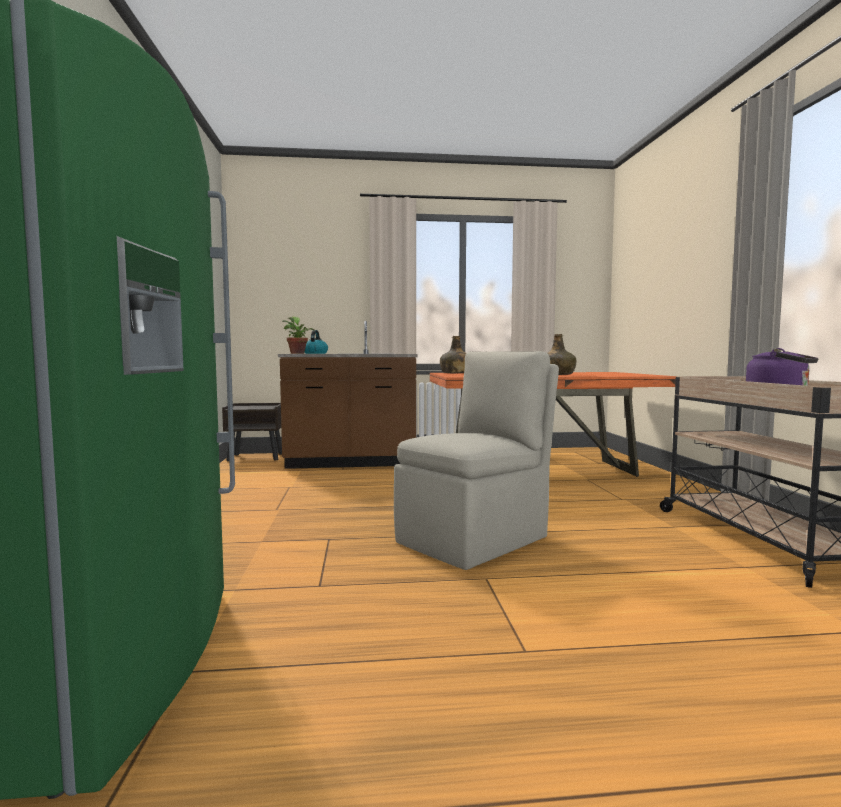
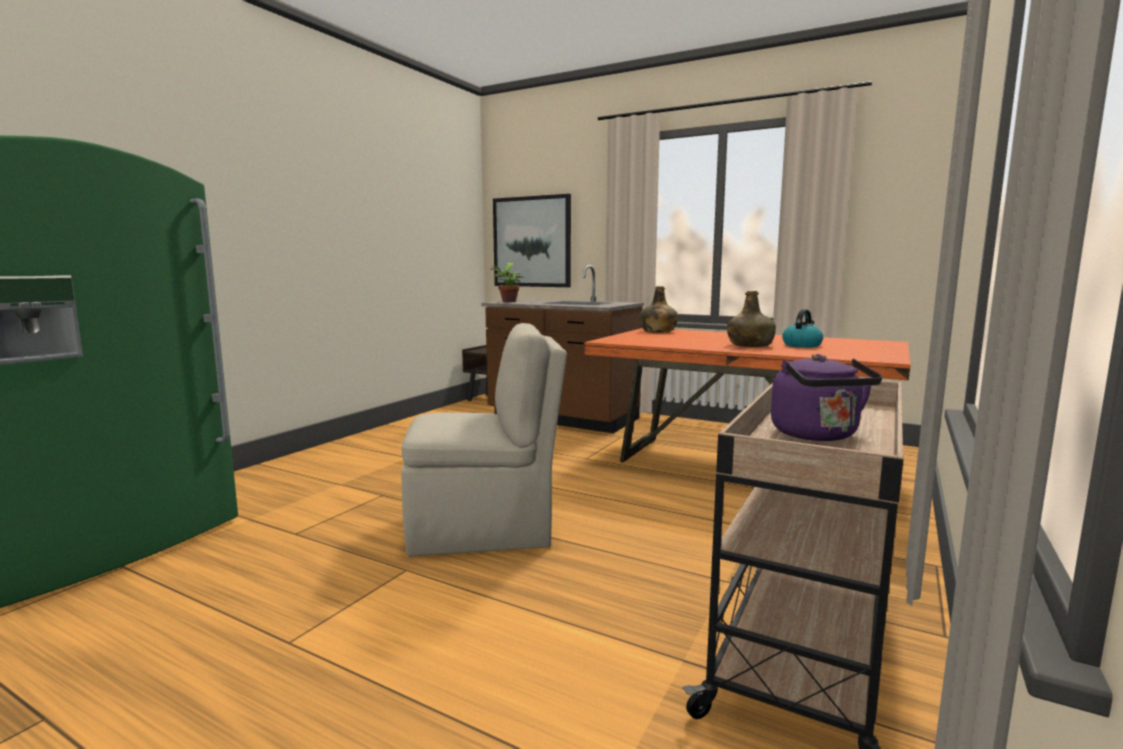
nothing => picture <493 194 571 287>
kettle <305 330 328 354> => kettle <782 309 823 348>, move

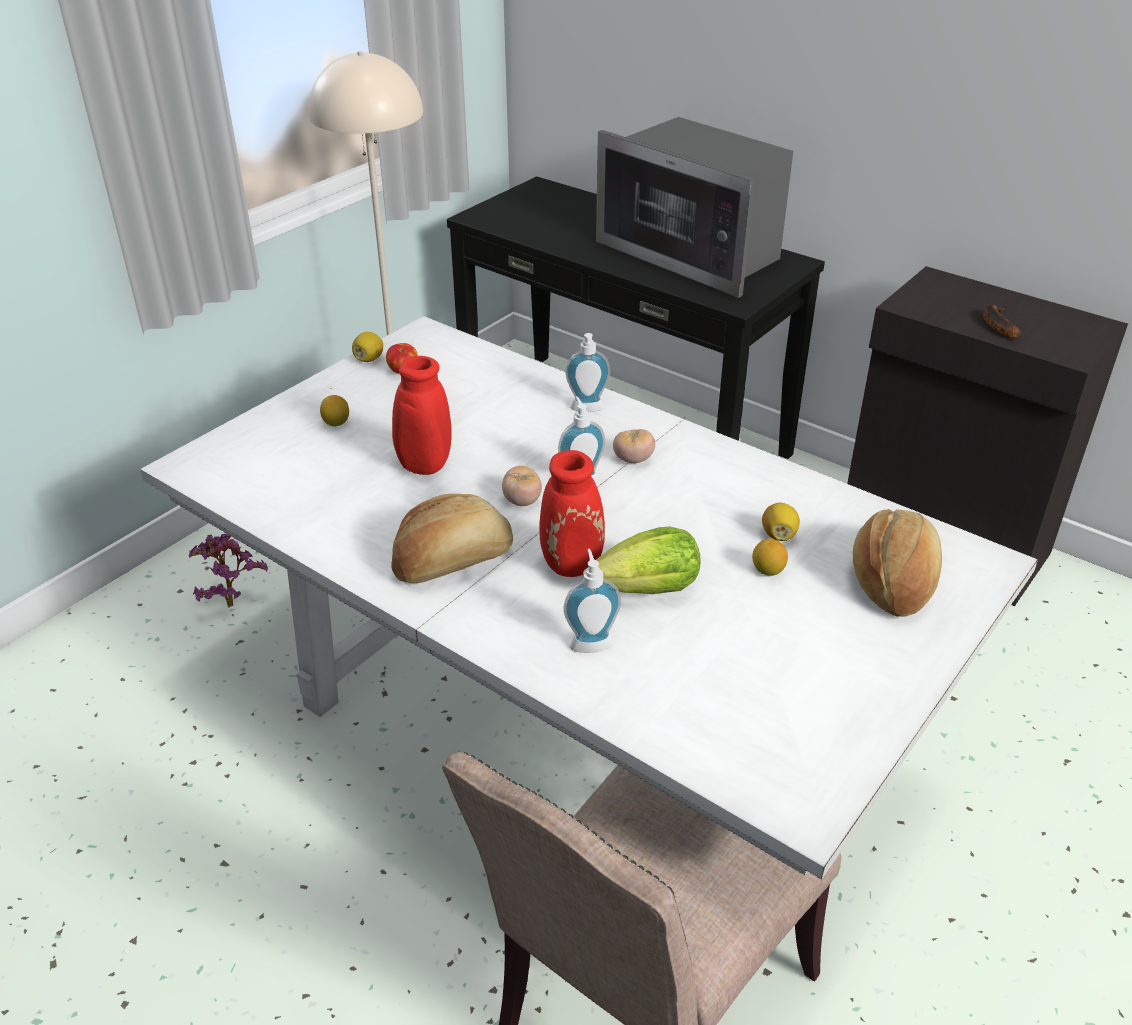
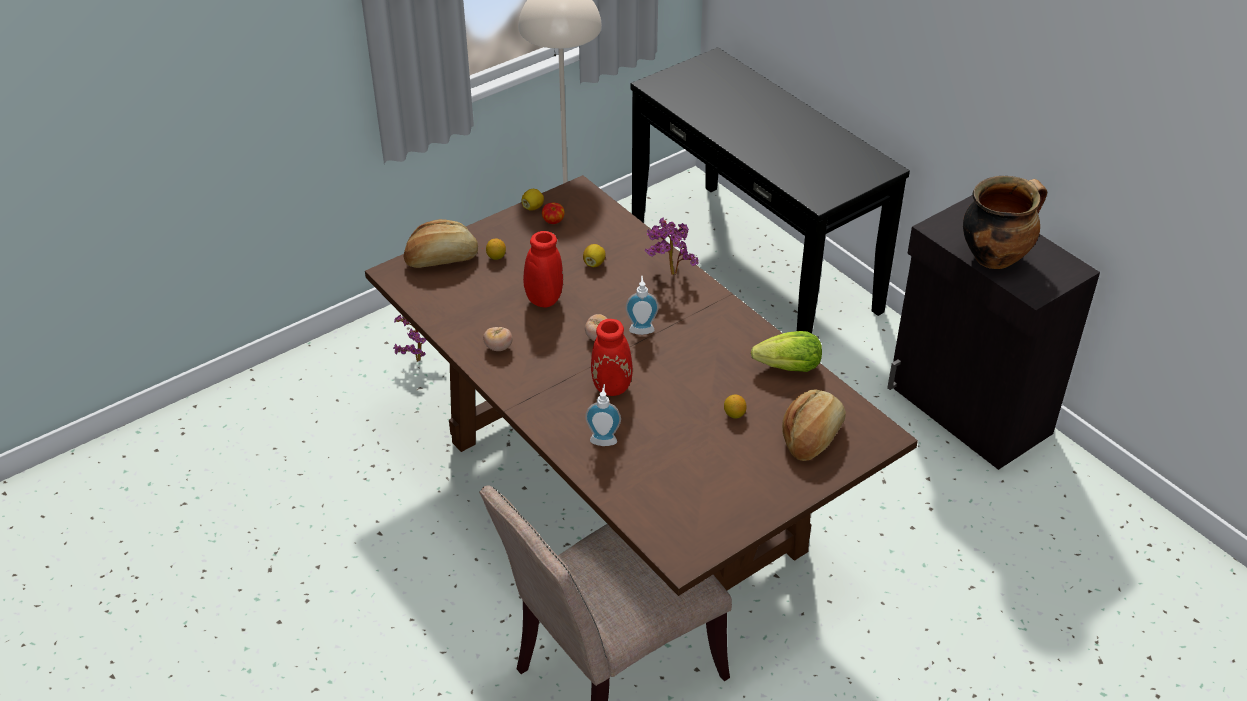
microwave <596 117 793 298> => nothing
bread <391 494 513 583> => bread <404 219 478 268>, move
lettuce <596 527 700 594> => lettuce <751 331 822 372>, move
tomato <613 429 655 463> => tomato <483 327 512 351>, move
lemon <762 502 800 541> => lemon <583 244 606 267>, move
soap dispenser <565 333 610 412> => potted plant <645 217 699 275>
banana <983 305 1023 338> => cooking pot <963 176 1047 269>
white dining table <140 316 1038 880> => brown dining table <365 175 918 596>

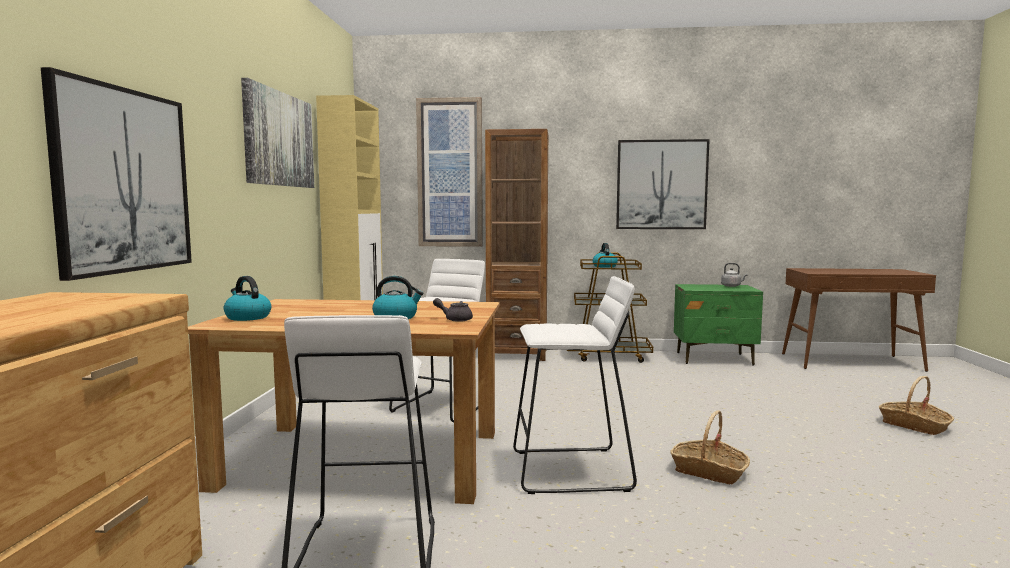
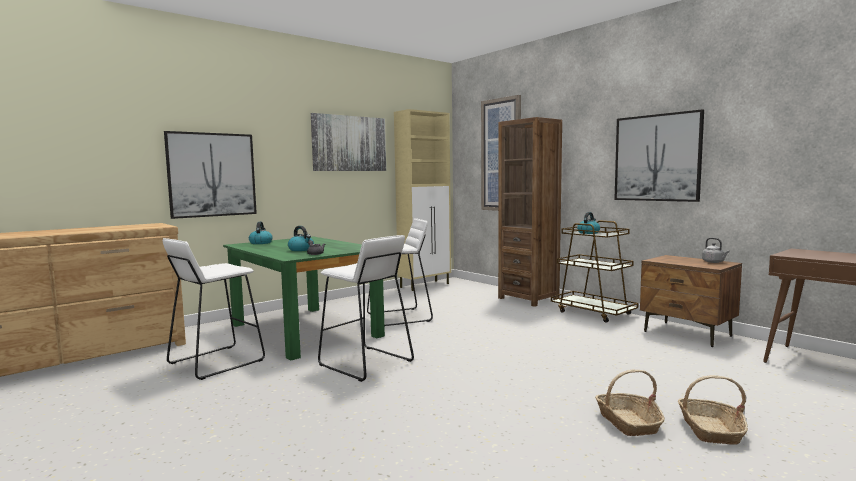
basket <670 410 750 484> => basket <595 370 665 436>, move
brown dining table <188 299 500 504> => green dining table <223 236 385 361>
green nightstand <674 284 763 366> => brown nightstand <640 255 742 347>

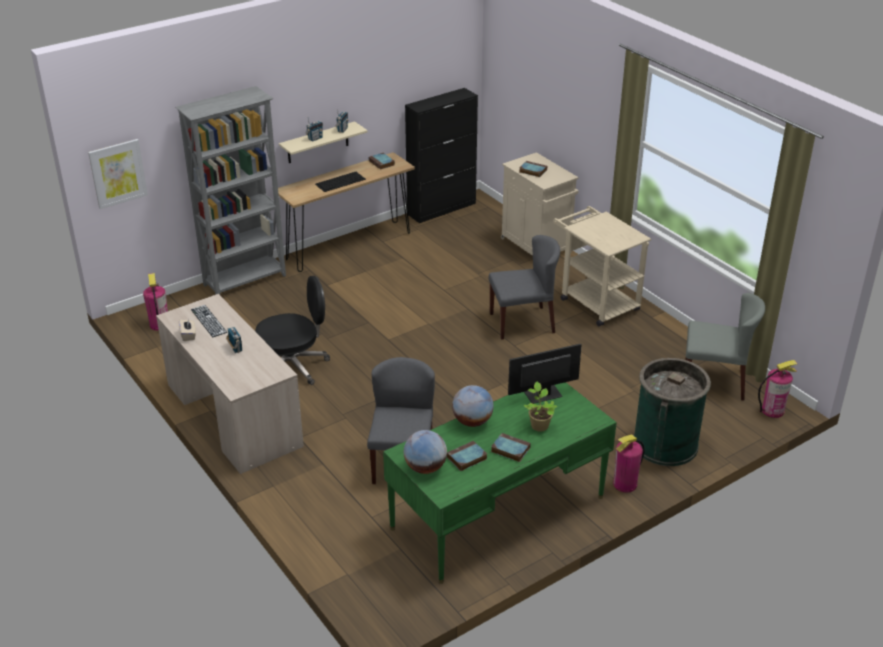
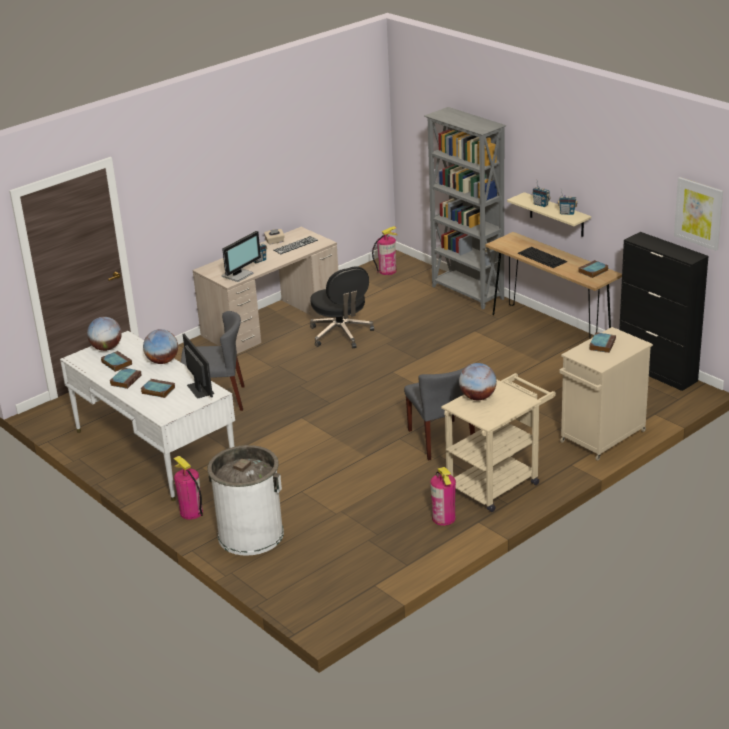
grey chair <685 293 765 400> => nothing
nothing => monitor <221 231 261 282>
nothing => globe <459 363 497 400>
picture <88 139 148 209> => picture <674 177 723 251>, move
fire extinguisher <758 360 797 418> => fire extinguisher <430 467 456 526>, move
potted plant <523 381 557 432> => book <141 379 175 398>
green desk <383 382 617 584> => white desk <60 331 235 501>
green trash can <634 358 711 466> => white trash can <207 445 284 556>

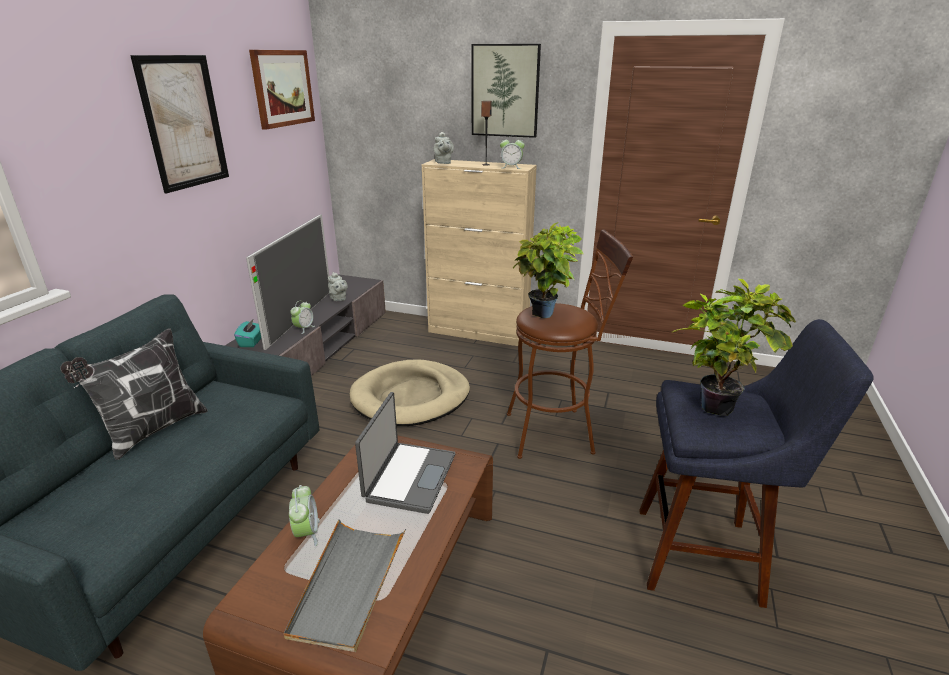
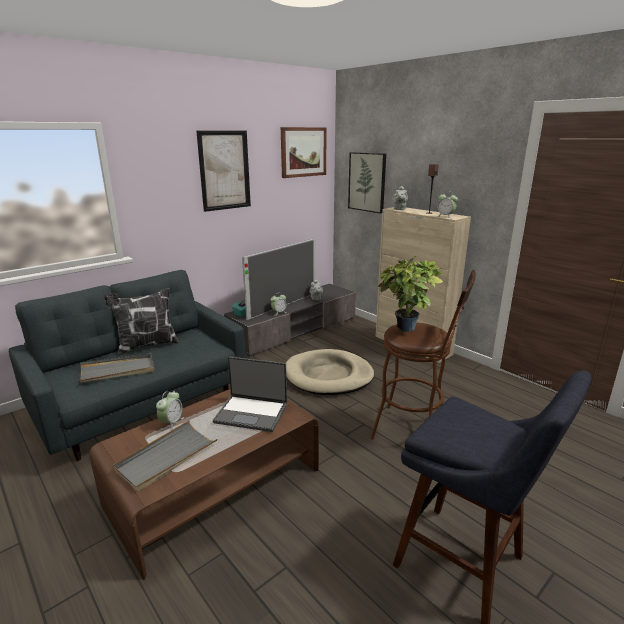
potted plant <672 279 796 416> => nothing
nothing => grey tray <78 353 154 383>
picture <471 44 541 138> => picture <348 152 386 213>, move
laptop <355 392 455 514> => laptop <213 357 287 432>, 60 degrees clockwise

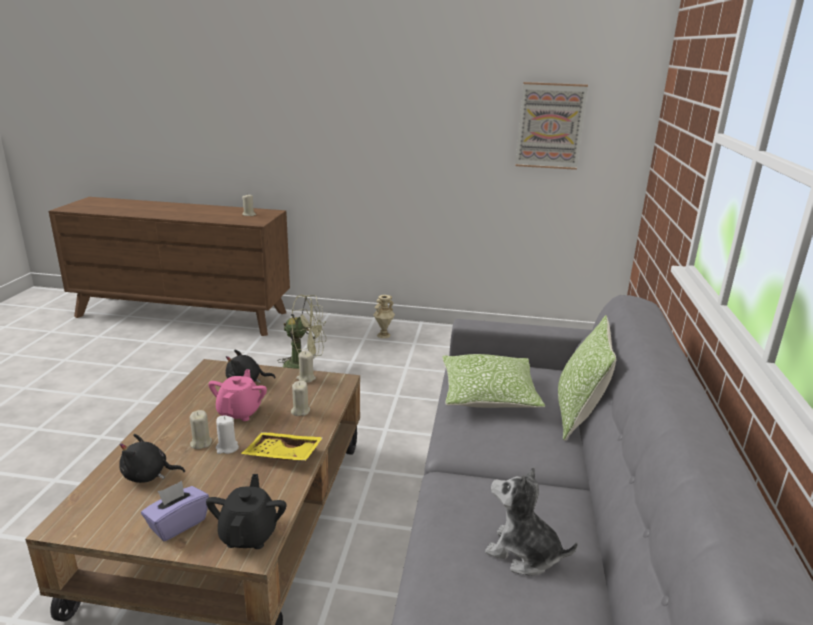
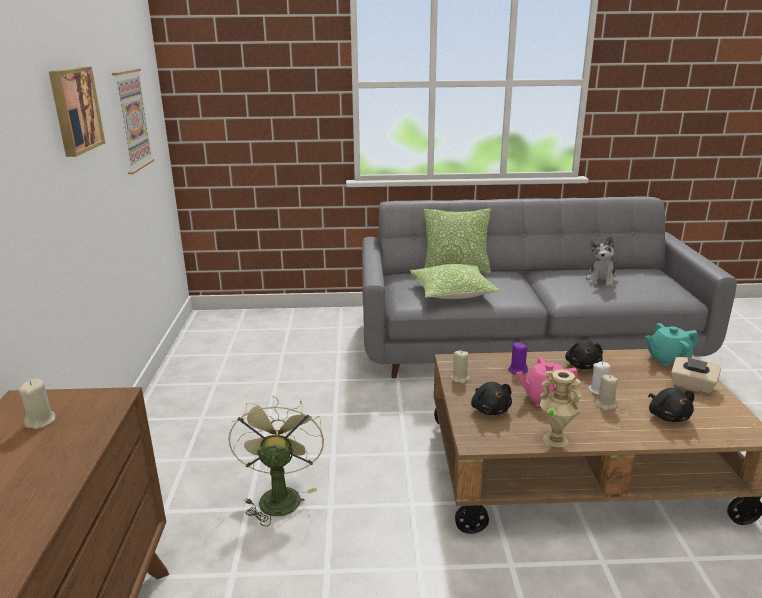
nothing => picture <49 67 105 157>
beige vase <374 295 395 338> => beige vase <540 369 583 447>, move
yellow tray <241 432 323 461> => black plush toy <565 340 603 369>
purple tissue box <141 481 209 541> => beige tissue box <671 357 721 394>
black teapot <206 474 286 549> => turquoise teapot <646 323 698 366>
beige candle <291 381 310 416> => purple candle <508 342 528 374>

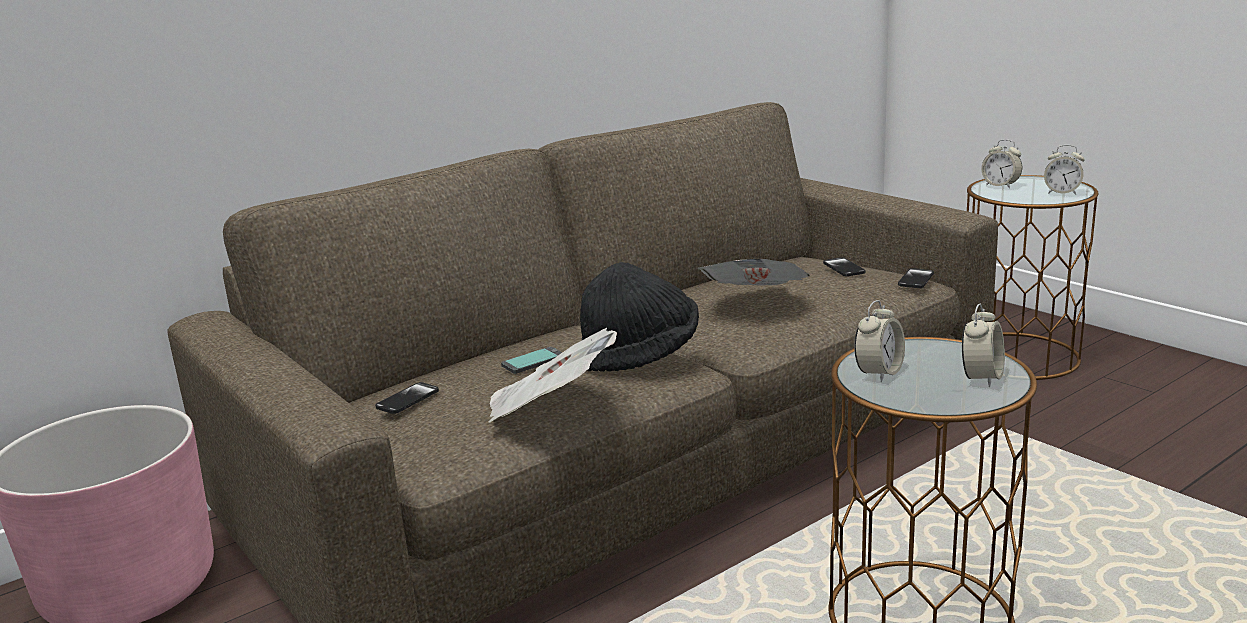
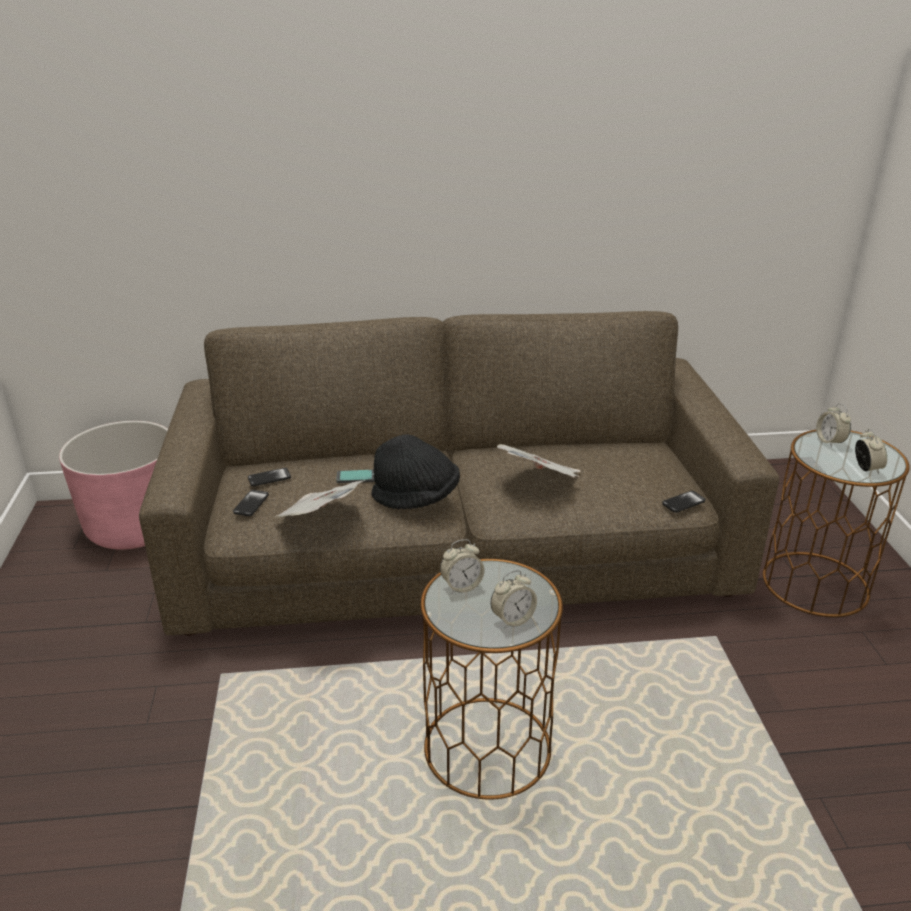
phone <823 257 865 276> => phone <233 490 269 516>, move
alarm clock <1044 145 1085 195> => alarm clock <855 429 887 474>, 150 degrees counterclockwise

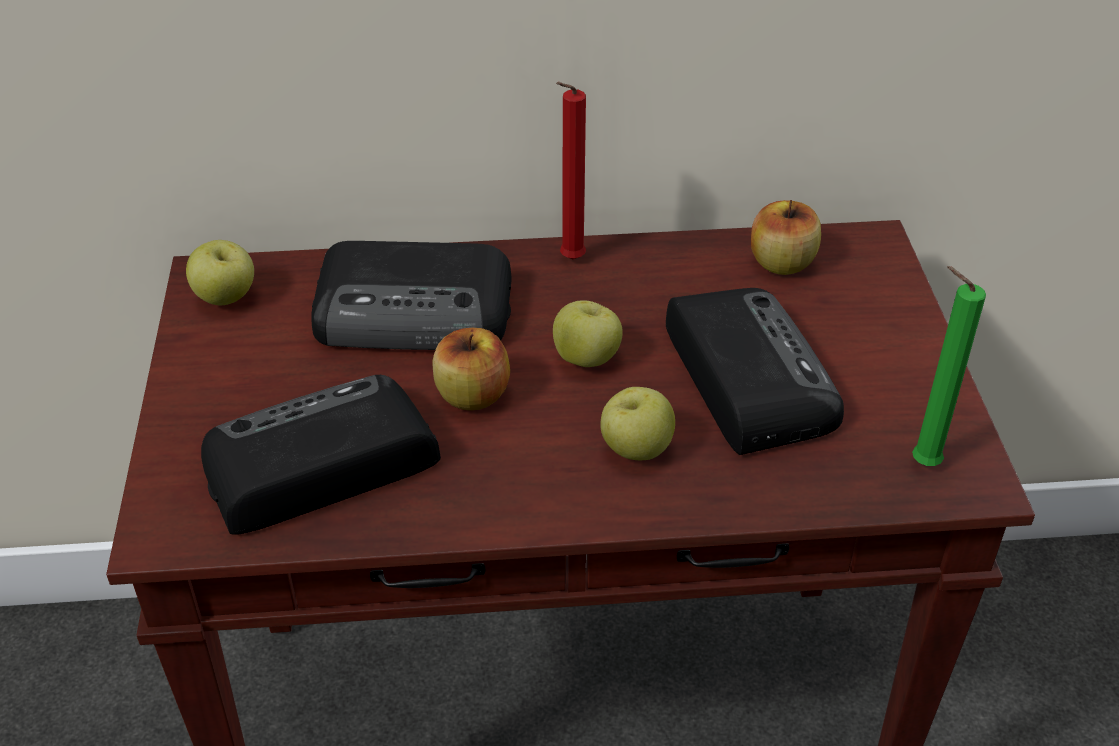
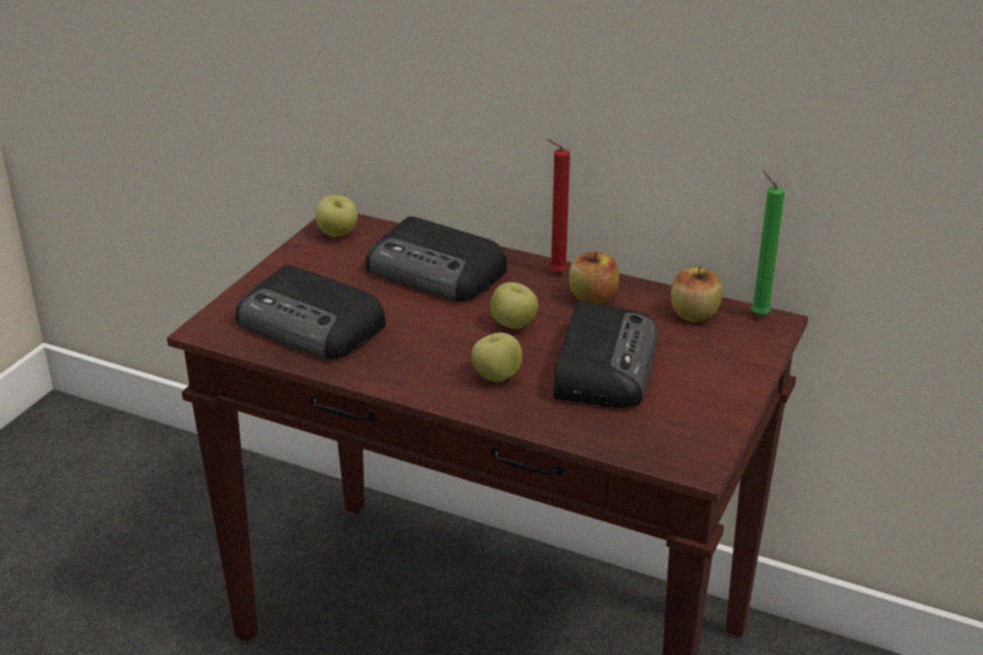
apple <432 328 510 411> => apple <569 252 619 304>, move
green candle <912 266 986 466> => green candle <751 170 785 316>, move
radio <201 375 441 535> => radio <236 265 386 359>, 150 degrees counterclockwise

